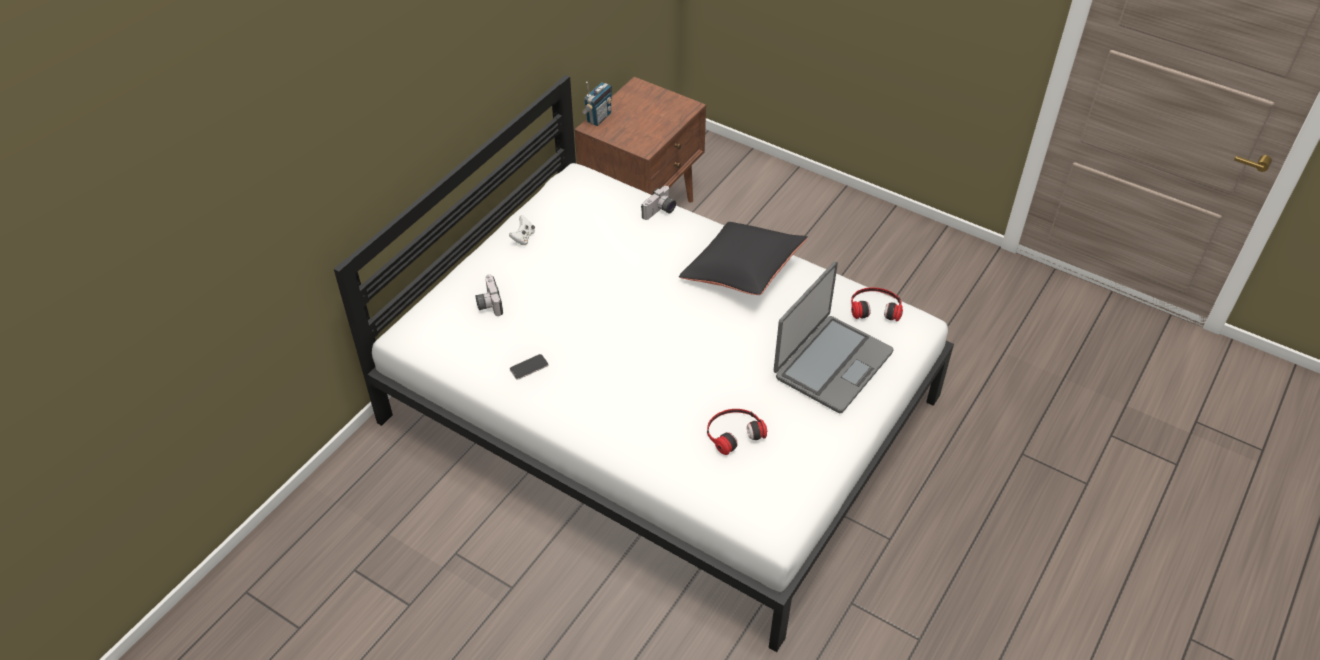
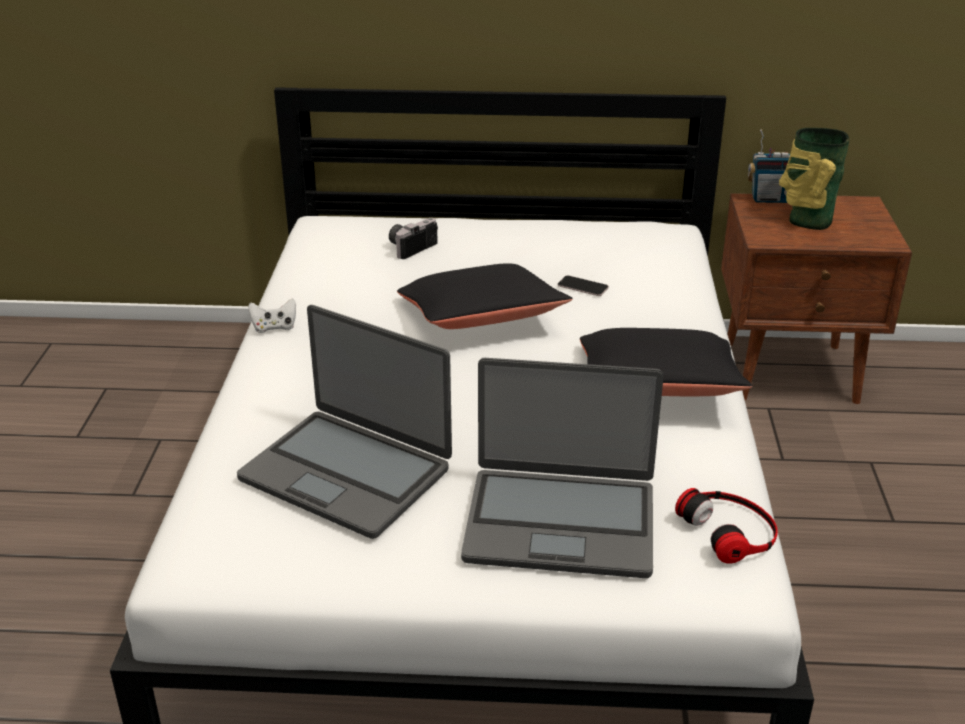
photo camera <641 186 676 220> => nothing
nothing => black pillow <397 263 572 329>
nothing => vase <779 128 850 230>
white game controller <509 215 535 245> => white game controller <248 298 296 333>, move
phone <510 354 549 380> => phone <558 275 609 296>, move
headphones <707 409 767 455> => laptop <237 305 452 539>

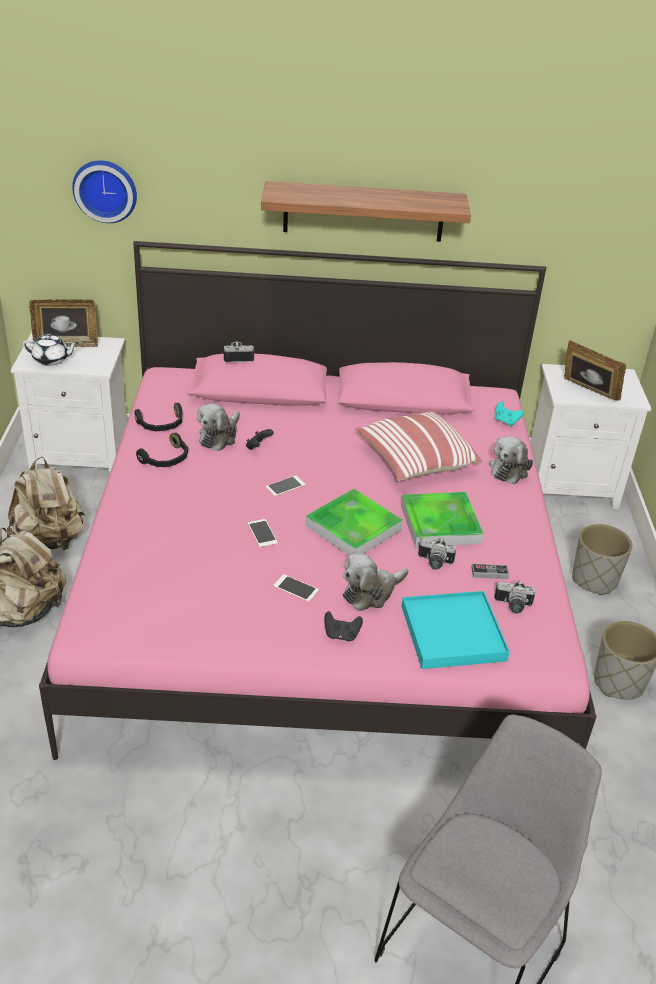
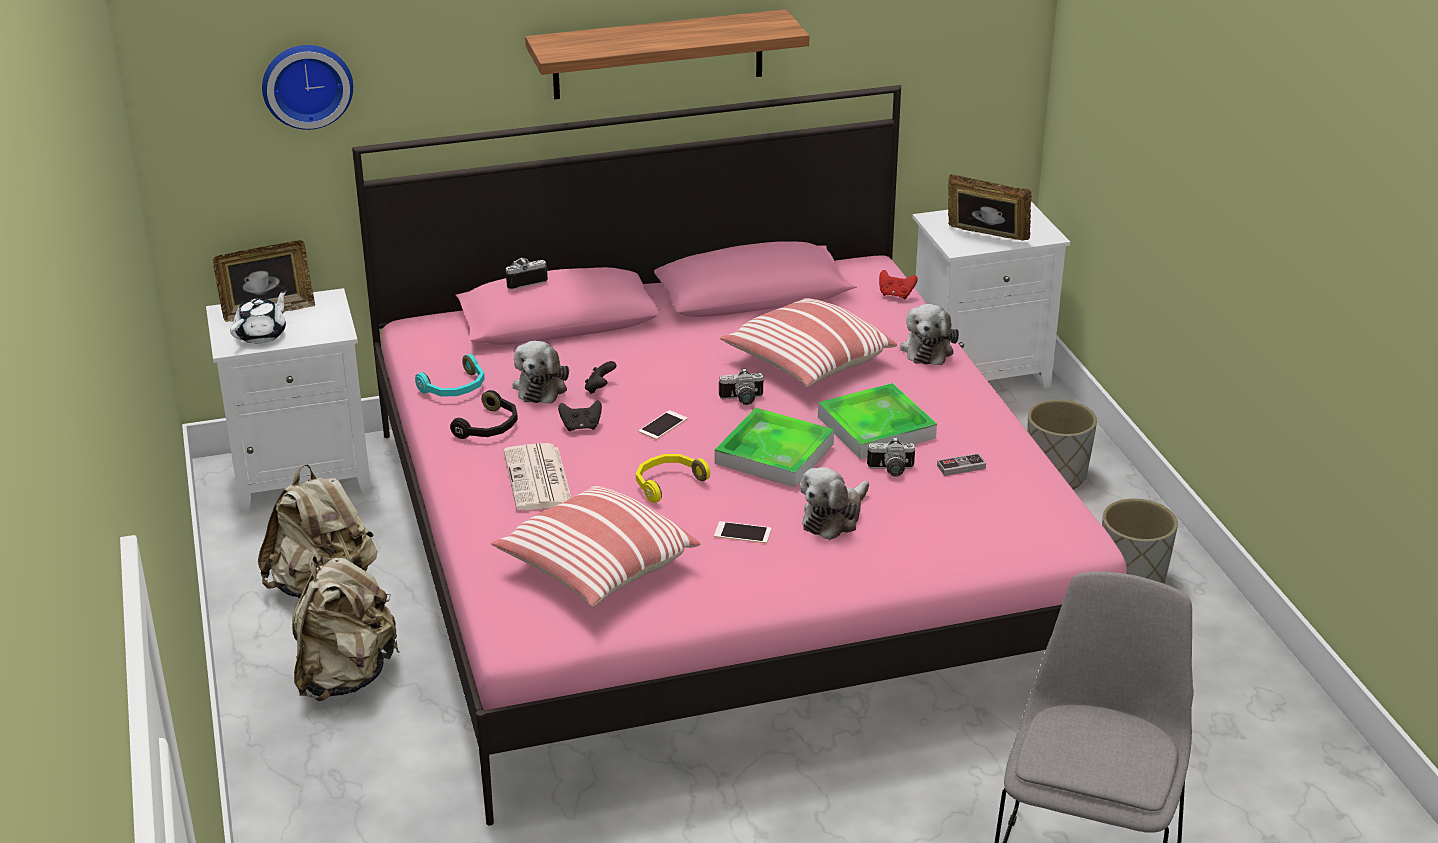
turquoise tray <402 591 510 669> => nothing
nothing => pillow <491 485 700 607>
nothing => newspaper <504 443 571 510>
black game controller <324 611 363 641> => black game controller <558 400 602 431>, move
photo camera <494 580 536 613> => photo camera <719 368 763 405>, move
phone <248 519 278 547> => yellow headphones <636 454 710 503>
black headphones <134 403 182 431> => turquoise headphones <415 354 485 396>
turquoise game controller <494 401 524 426> => red game controller <879 270 918 299>
white teapot <22 334 79 366> => white teapot <230 290 287 344>, 45 degrees counterclockwise

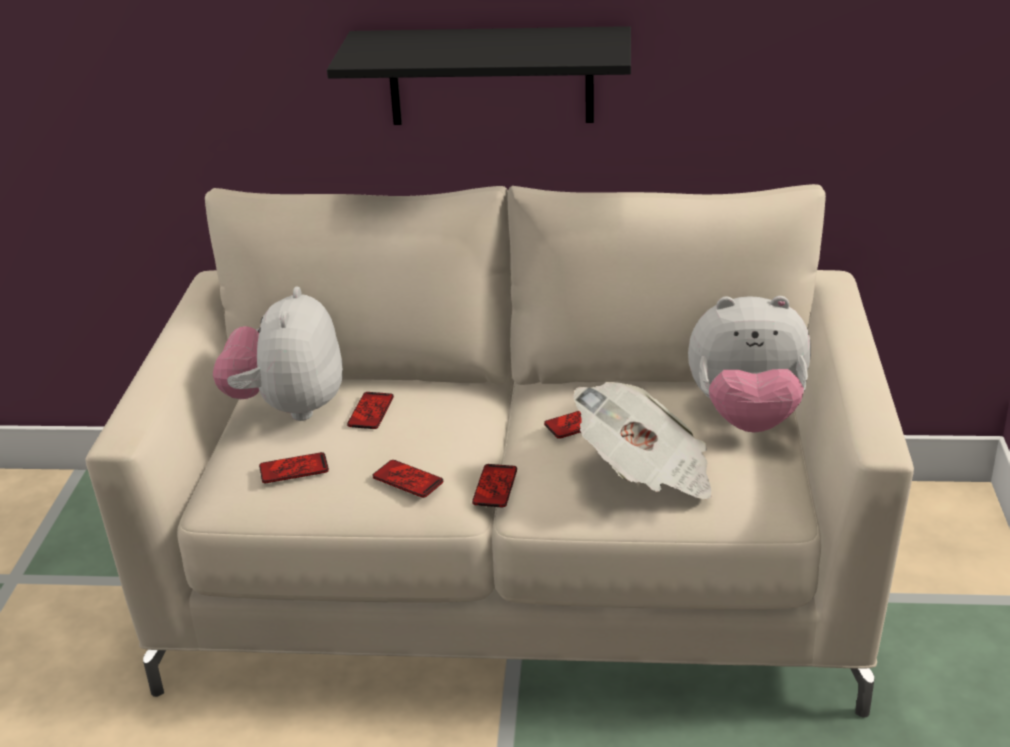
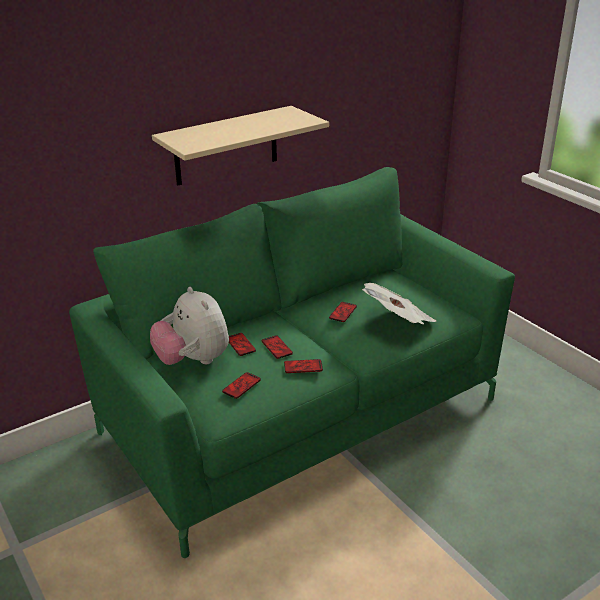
plush toy <688 296 811 433> => nothing
phone <472 464 517 508> => phone <262 335 293 359>, move
beige sofa <85 184 914 717> => green sofa <69 167 515 558>
black shelf <327 26 631 125> => beige shelf <152 106 329 185>

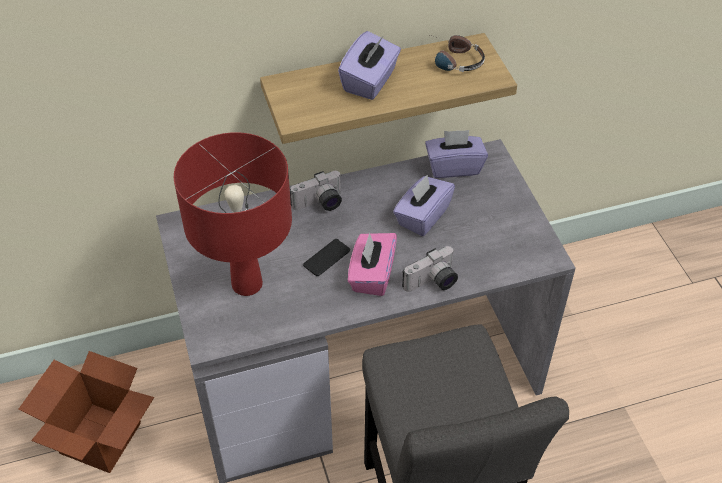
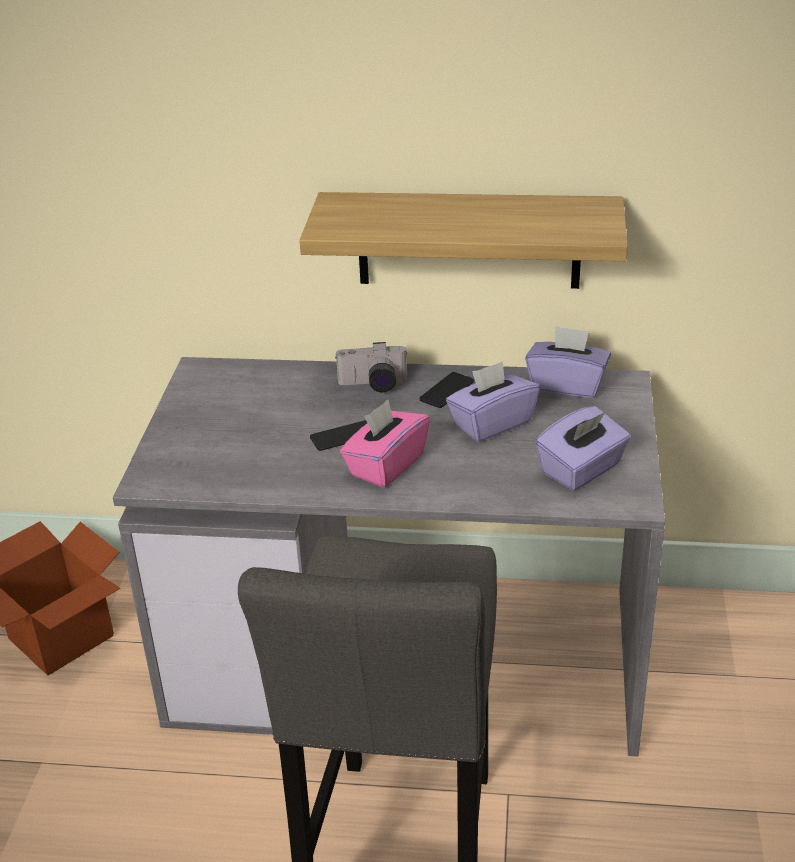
red table lamp <174 132 292 296> => nothing
photo camera <402 246 458 292> => nothing
headphones <430 35 485 72> => nothing
nothing => phone <420 372 474 408>
purple tissue box <338 31 401 100> => purple tissue box <535 406 631 491>, move

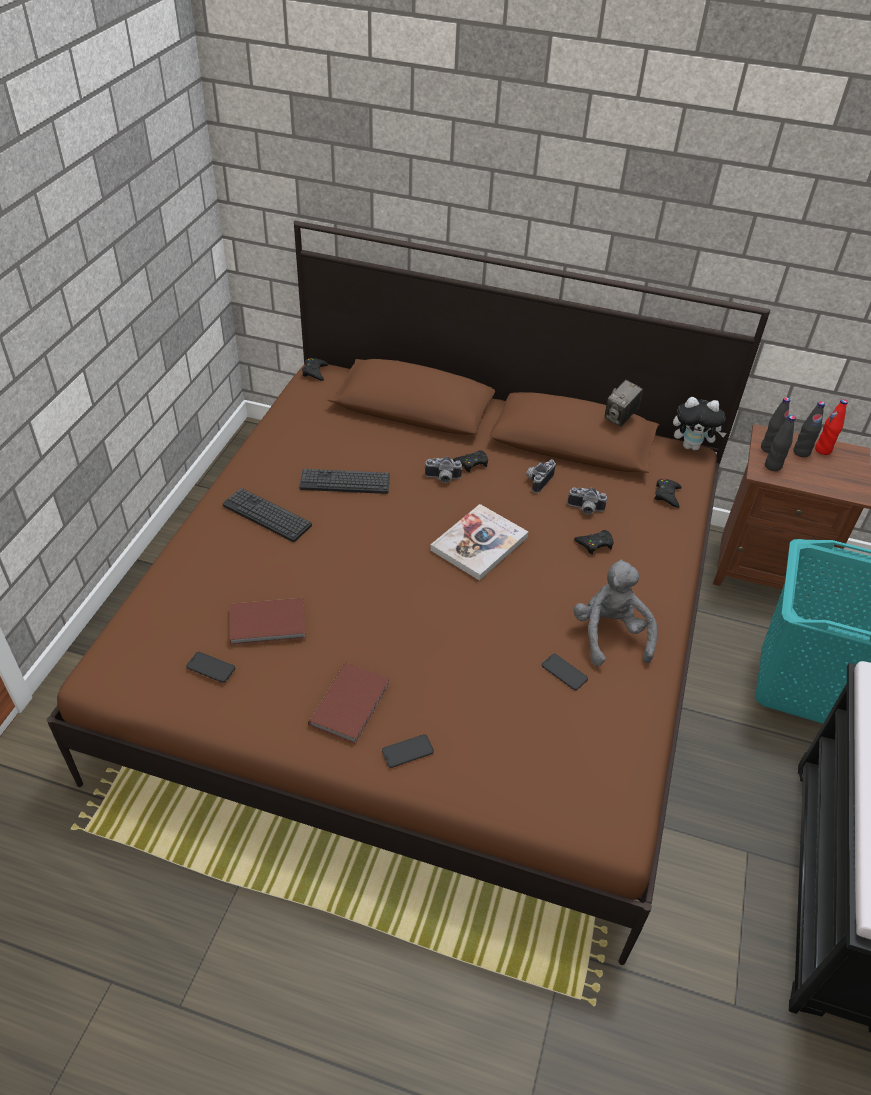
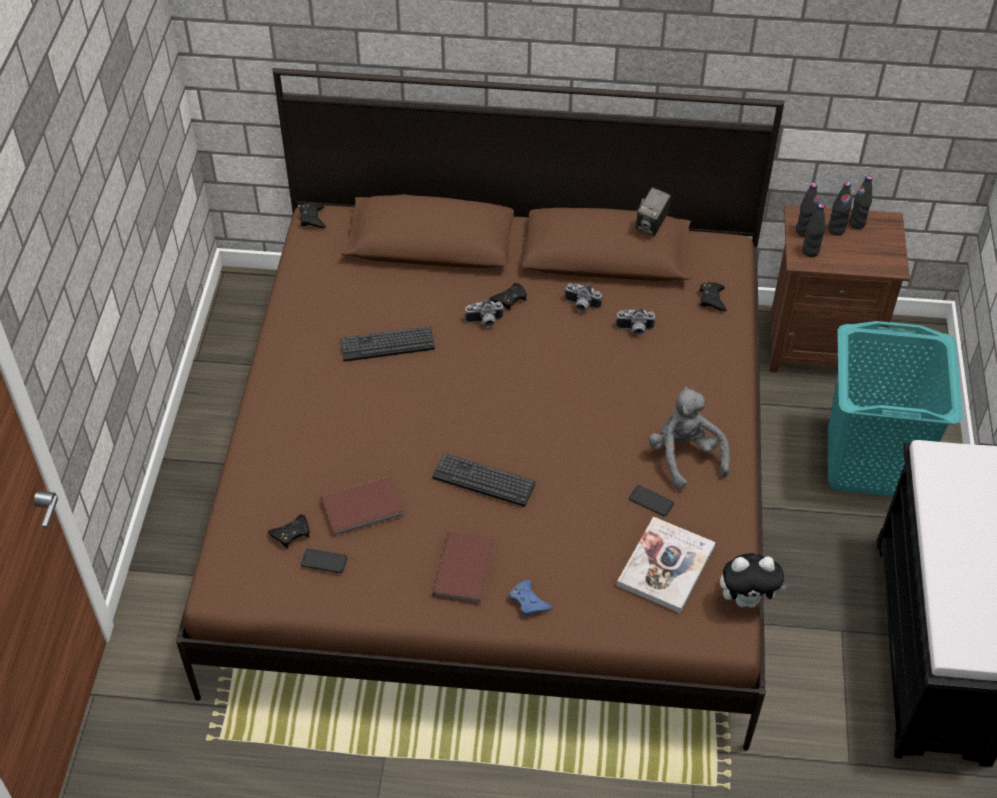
keyboard <222 488 312 542> => keyboard <432 453 535 507>, move
book <430 504 528 581> => book <617 517 716 613>, move
black game controller <574 530 614 555> => black game controller <268 514 310 549>, move
plush toy <673 397 727 451> => plush toy <720 553 788 608>, move
phone <382 734 434 768> => blue game controller <510 580 552 617>
red bottle <815 399 848 455> => black bottle <849 175 873 229>
photo camera <526 459 556 493> => photo camera <564 283 602 312>, 90 degrees counterclockwise

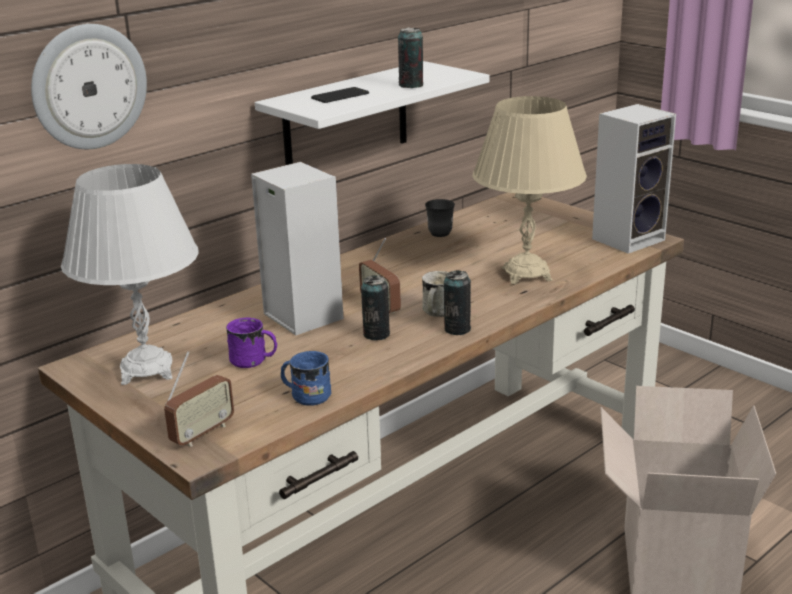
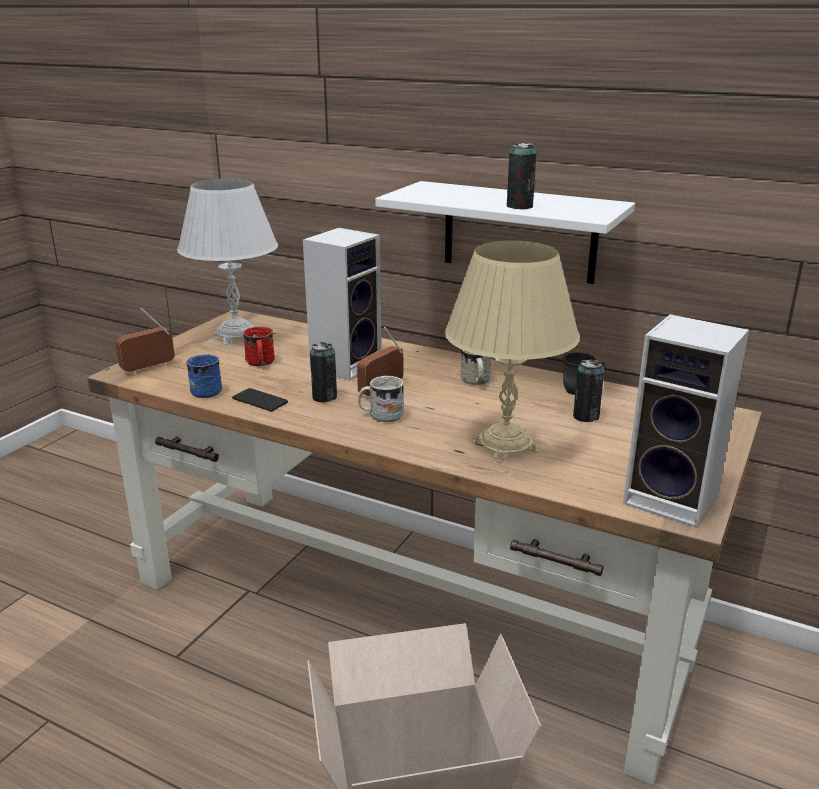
wall clock <31 24 147 149> => nothing
nothing => white mug <460 349 492 385>
phone <311 87 369 103> => phone <232 388 288 412>, move
can <444 270 471 335> => can <573 359 604 422>, move
purple mug <226 318 277 368> => red mug <243 327 275 366>
radio <164 351 234 447> => radio <115 308 175 374>, 120 degrees clockwise

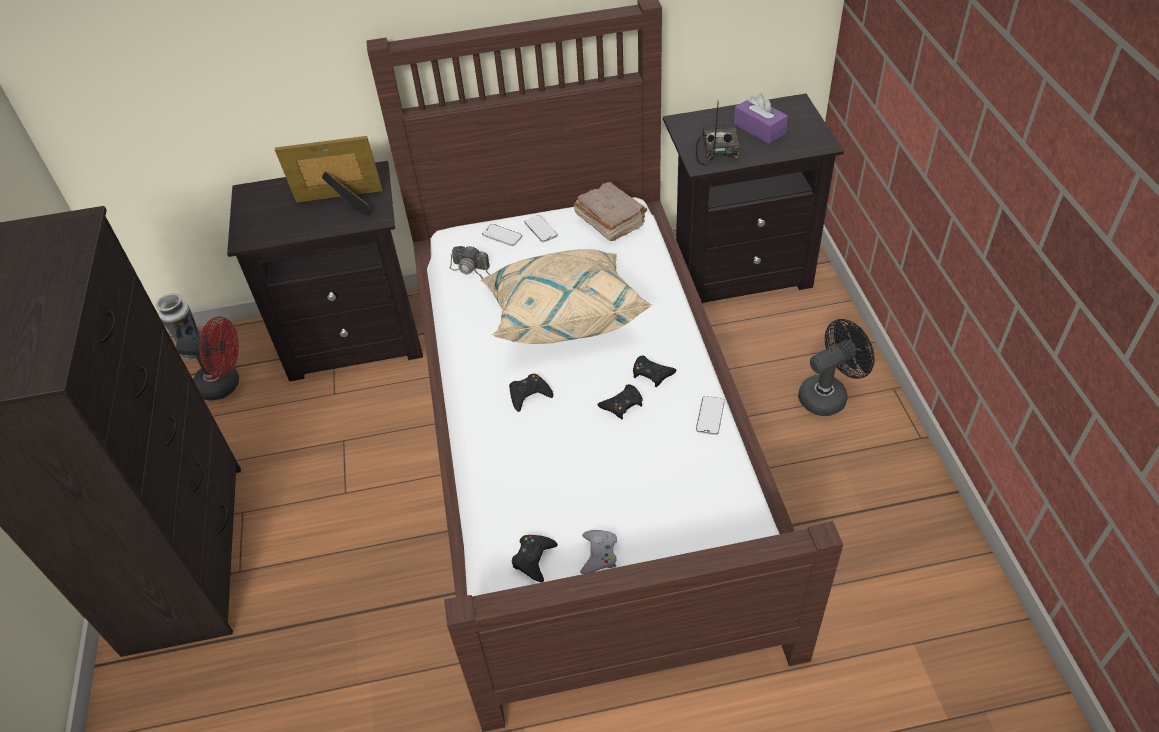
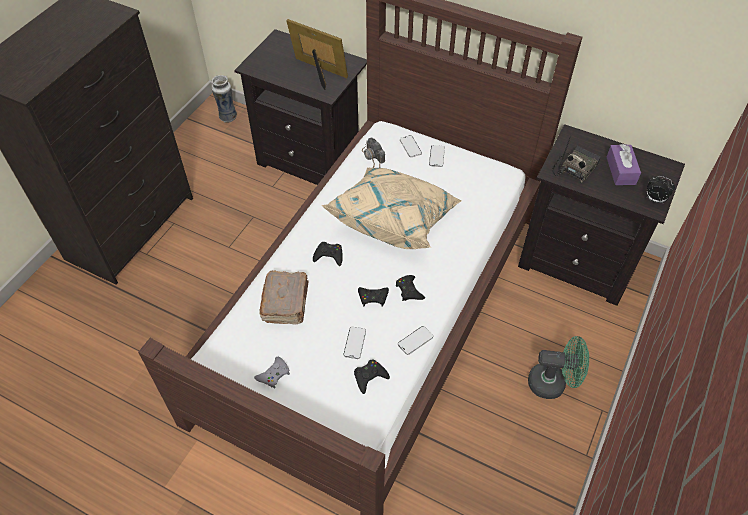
red fan <176 316 239 400> => nothing
nothing => phone <344 327 366 359>
nothing => alarm clock <646 176 675 203>
black game controller <512 535 558 582> => black game controller <354 360 390 394>, move
brown book <574 182 647 241> => brown book <259 270 308 324>, move
black fan <798 319 875 416> => green fan <528 336 589 399>

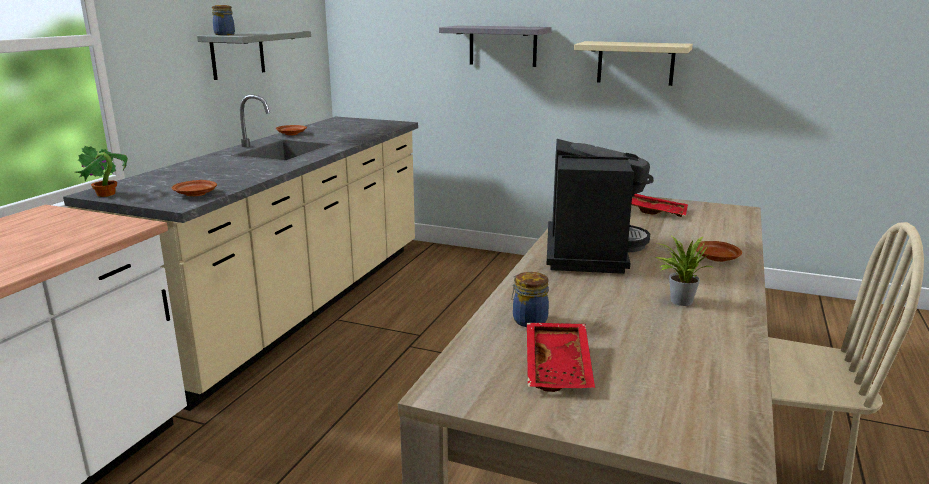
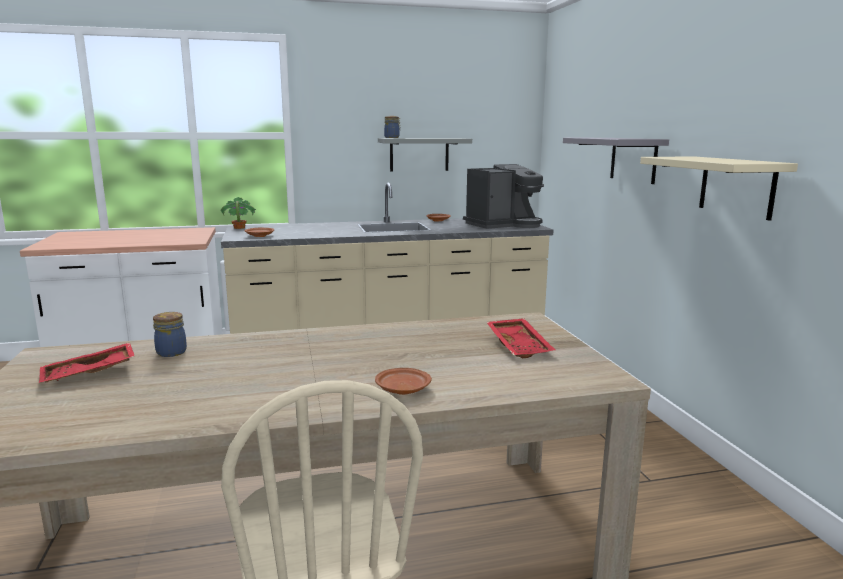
potted plant <656 235 713 306> => nothing
coffee machine <546 139 654 274> => coffee machine <463 164 544 229>, move

